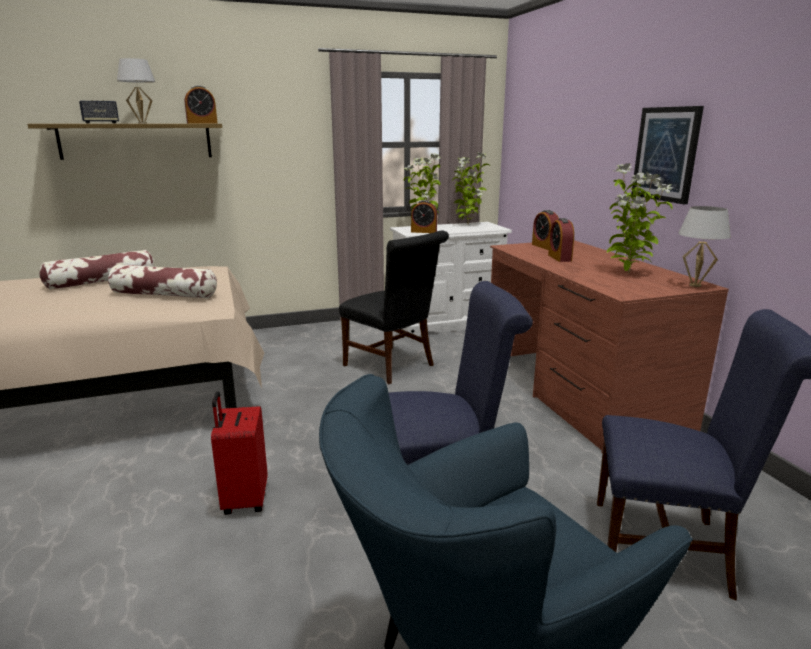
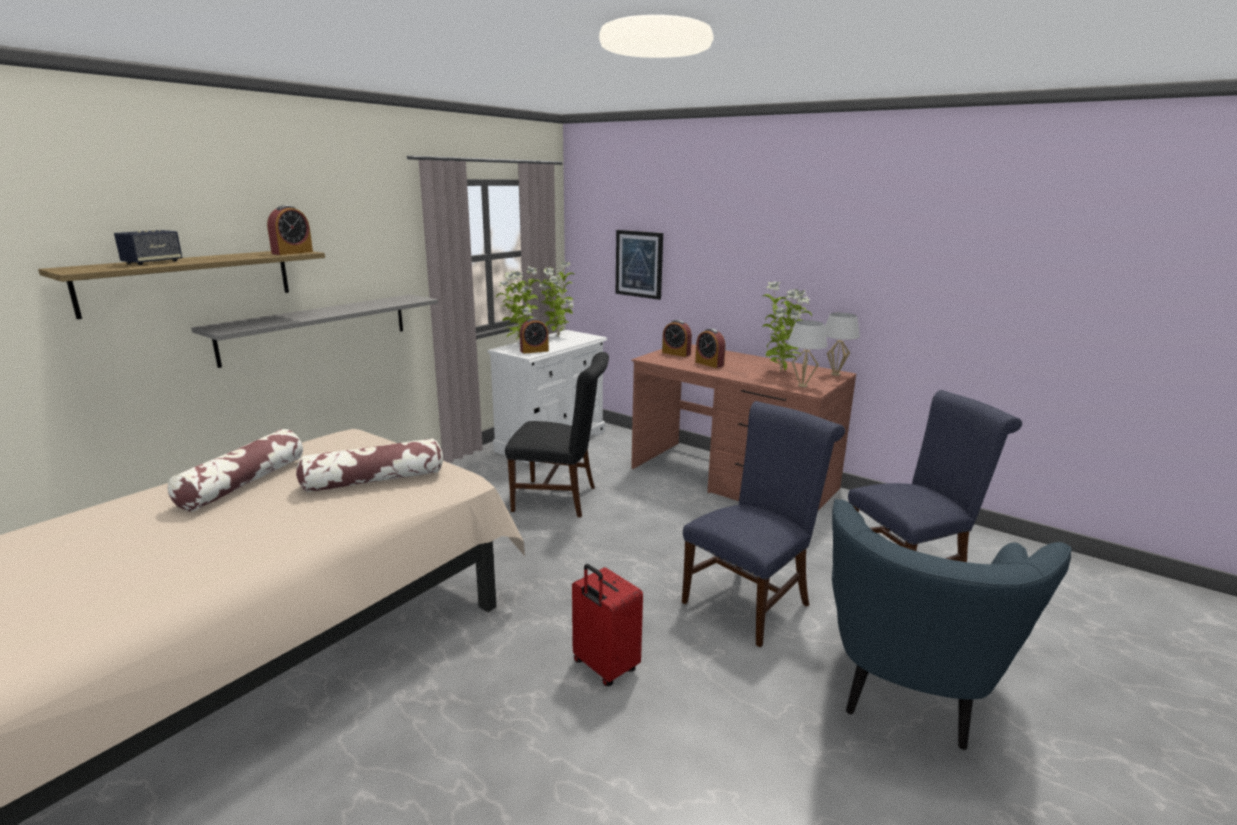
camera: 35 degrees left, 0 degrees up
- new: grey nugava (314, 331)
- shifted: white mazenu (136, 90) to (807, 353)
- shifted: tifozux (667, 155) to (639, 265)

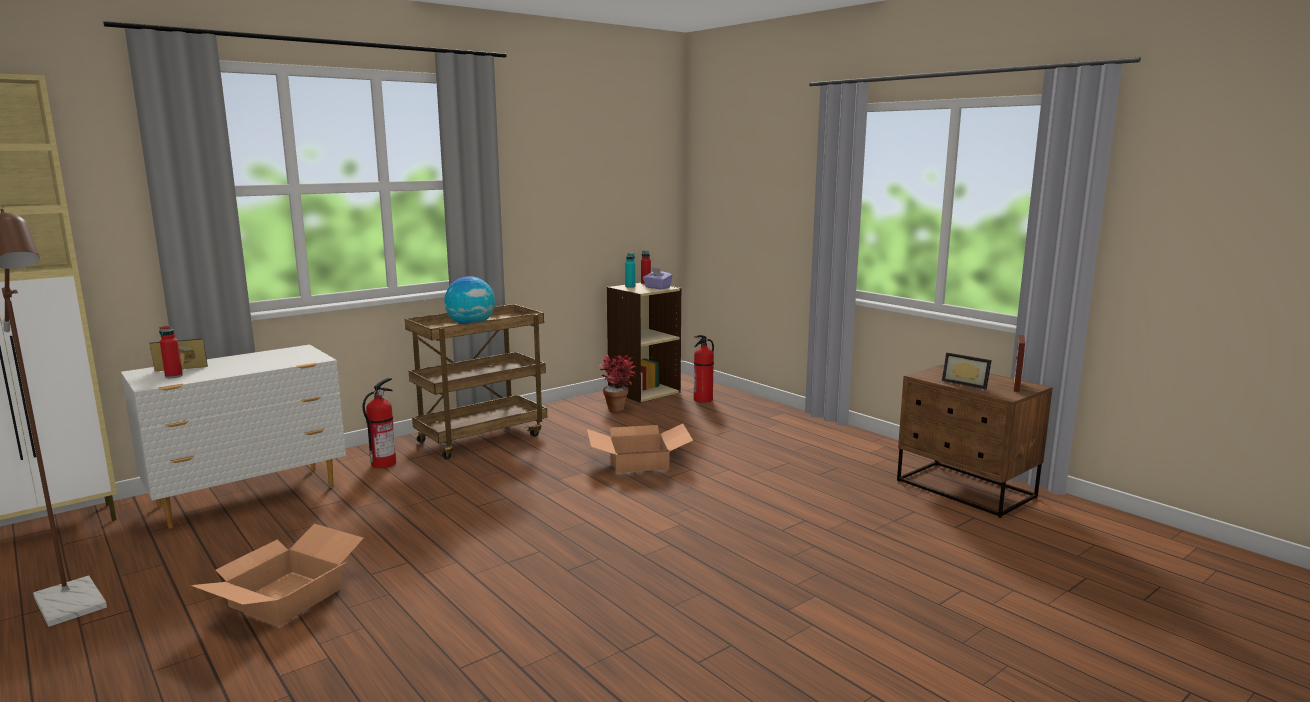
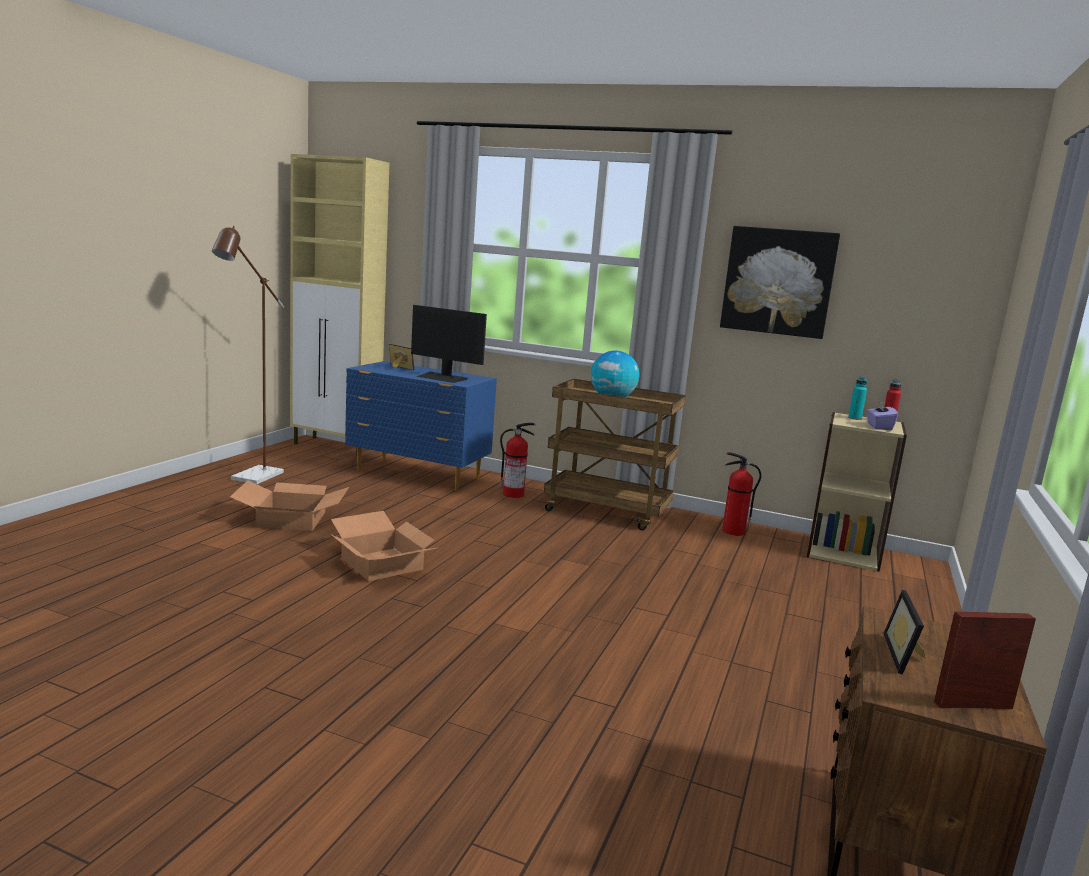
camera: 60 degrees right, 0 degrees up
- gone: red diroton (171, 352)
- gone: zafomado (617, 384)
- new: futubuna (449, 344)
- new: tifozux (780, 282)
- shifted: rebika (640, 448) to (383, 546)
- shifted: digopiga (704, 369) to (741, 494)
- repainted: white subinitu (233, 437) to blue subinitu (421, 426)

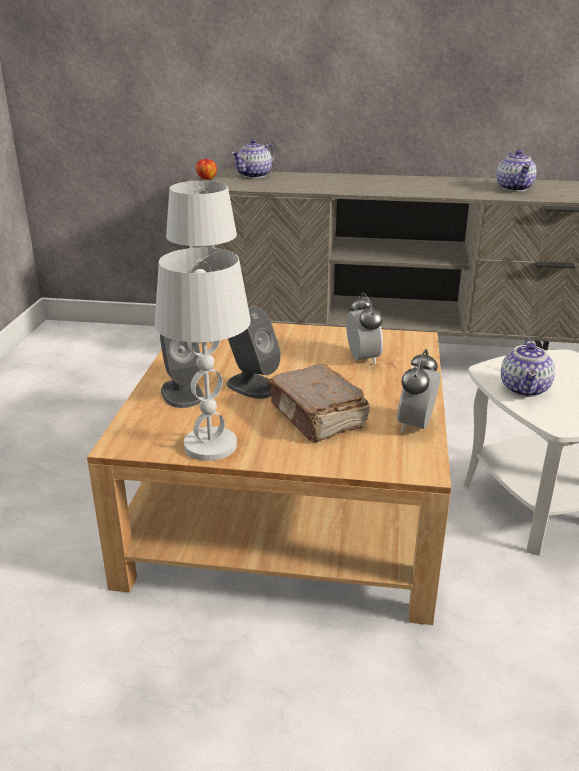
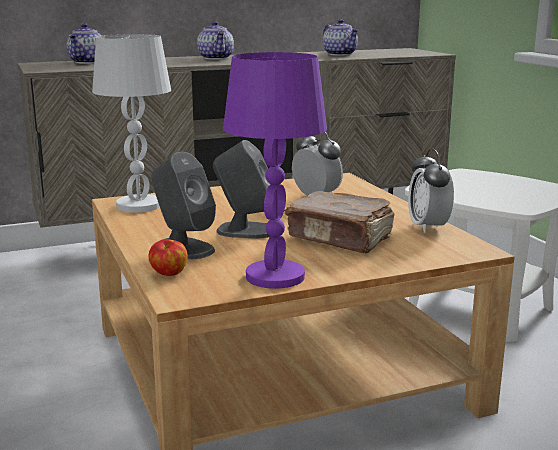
camera: 30 degrees left, 10 degrees down
- shifted: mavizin (206, 169) to (168, 257)
- shifted: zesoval (528, 367) to (215, 40)
- repainted: white mazenu (203, 354) to purple mazenu (275, 170)

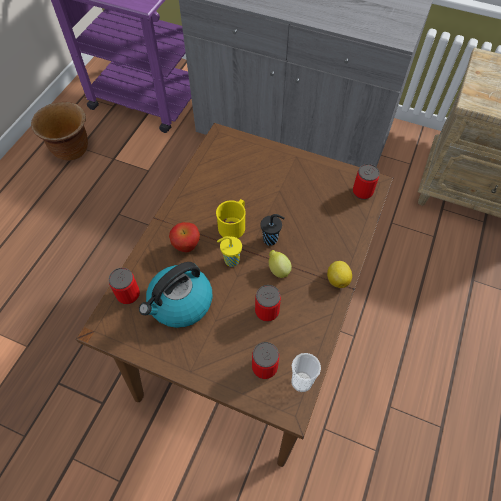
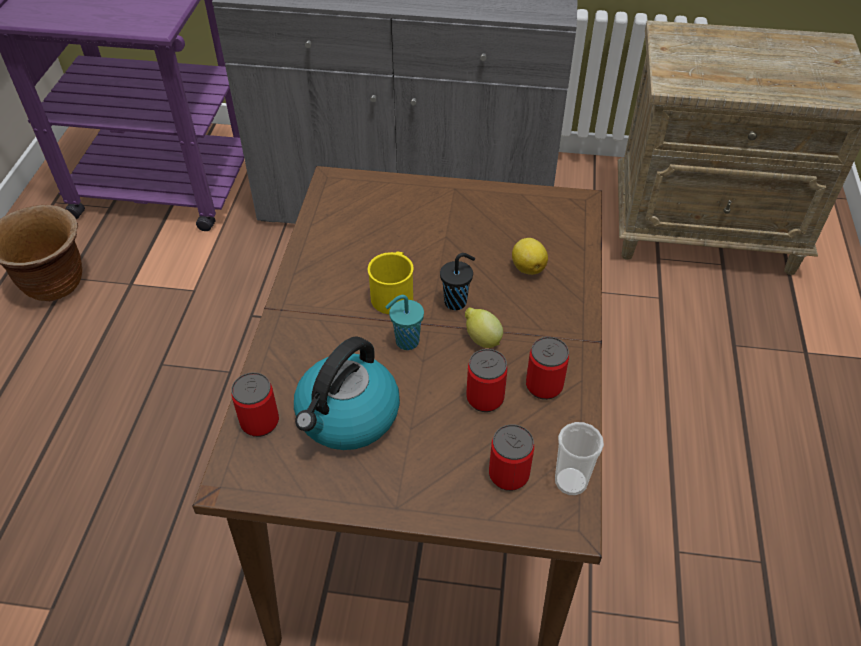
camera: 15 degrees left, 10 degrees down
- gone: mavizin (184, 237)
- shifted: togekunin (339, 274) to (530, 256)
- shifted: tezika (366, 182) to (547, 368)
- repainted: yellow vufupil (229, 251) to turquoise vufupil (405, 322)

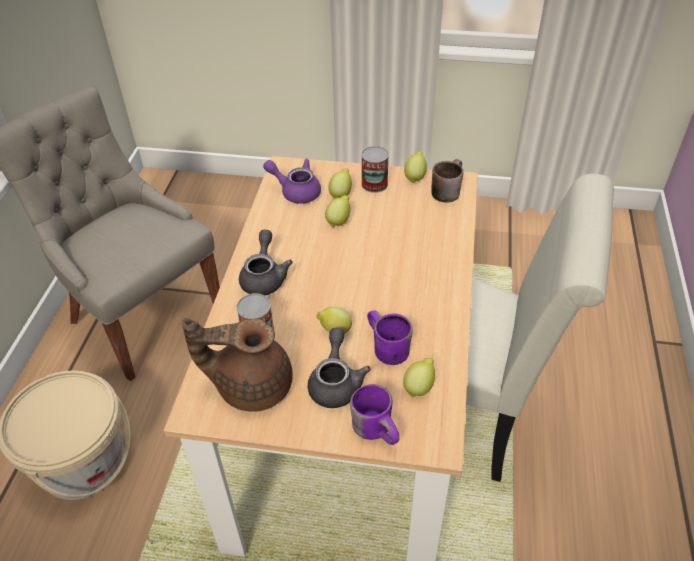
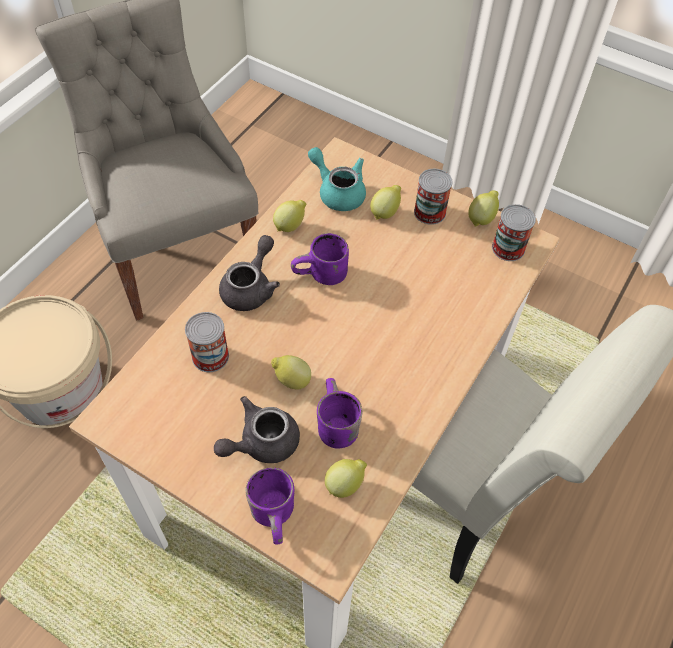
camera: 20 degrees right, 10 degrees up
- gone: brown zesoval (237, 365)
- new: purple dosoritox (320, 259)
- shifted: togekunin (337, 211) to (289, 216)
- swapped: brown dosoritox (447, 180) to tezika (514, 232)
- repainted: purple zesoval (292, 181) to turquoise zesoval (337, 179)
- rotated: grey zesoval (339, 368) = (257, 429) 150 degrees counterclockwise

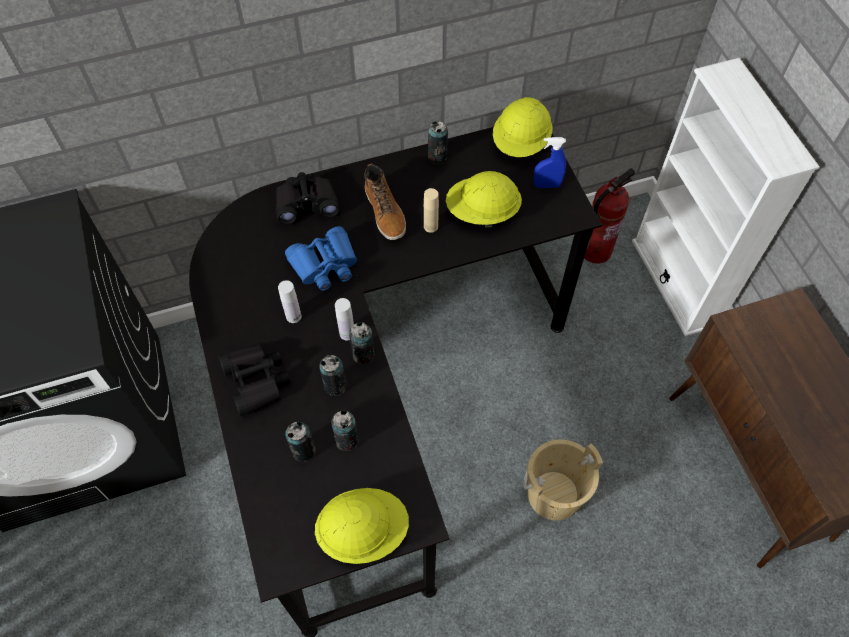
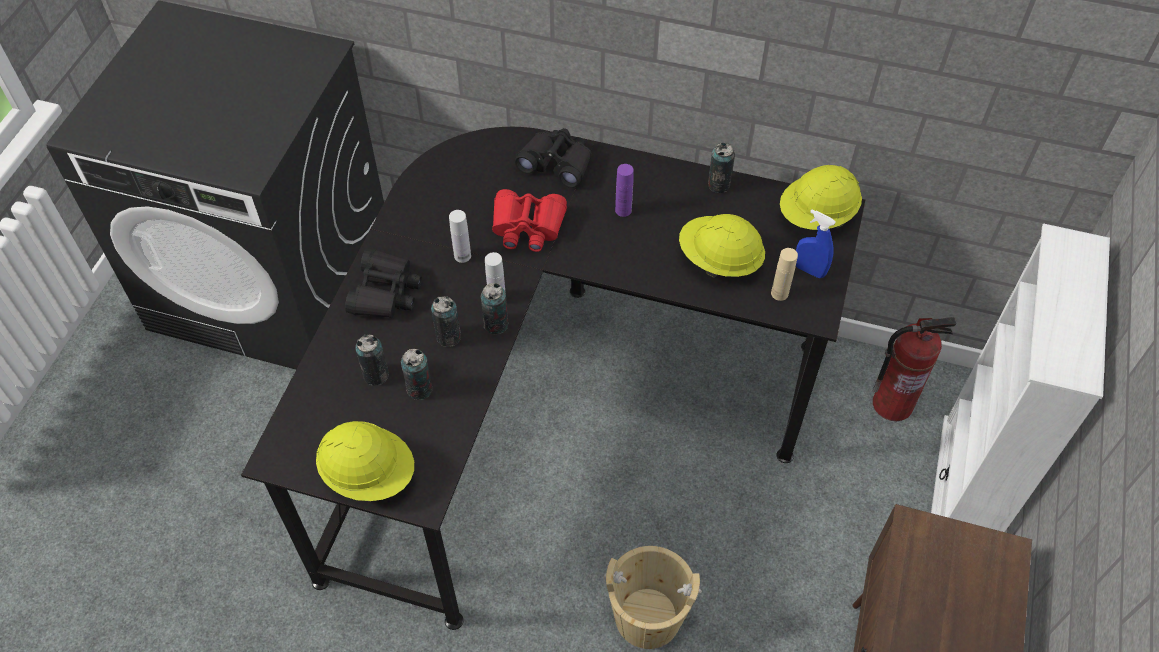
camera: 35 degrees right, 5 degrees down
- shifted: beige diroton (431, 210) to (784, 274)
- swapped: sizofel (385, 202) to purple diroton (624, 190)
- repainted: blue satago (321, 258) to red satago (529, 220)

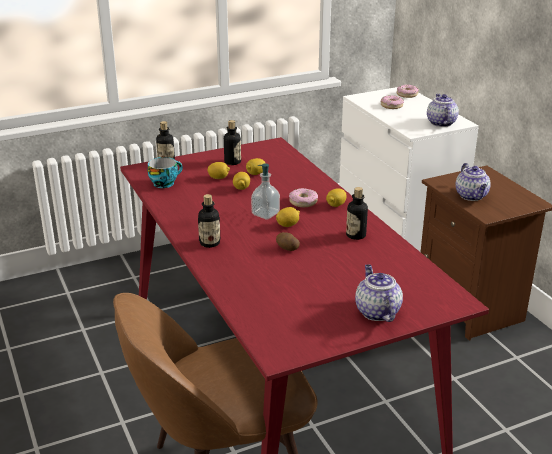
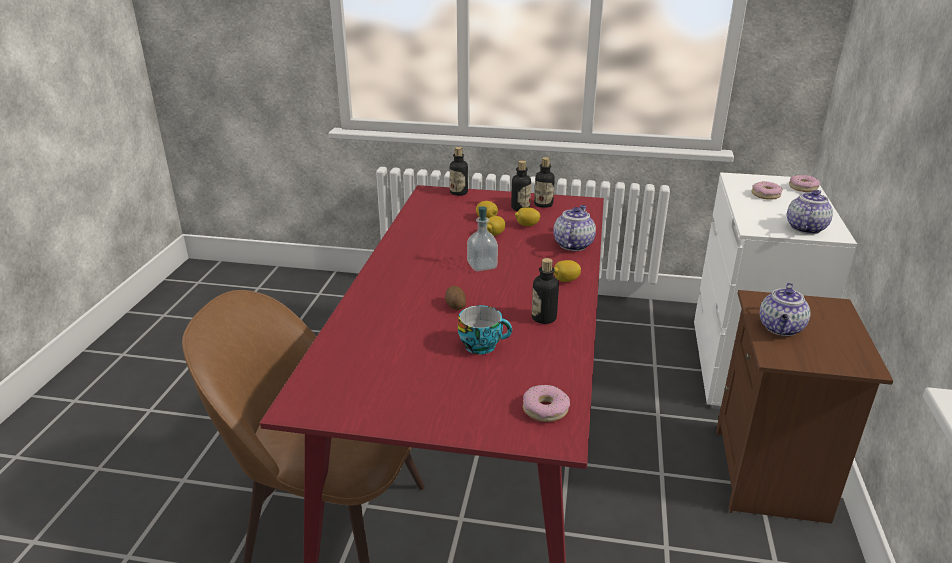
camera: 35 degrees right, 0 degrees up
- gone: togekunin (288, 217)
- shifted: vufupil (165, 172) to (485, 329)
- shifted: diroton (209, 221) to (544, 182)
- shifted: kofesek (303, 197) to (546, 403)
- shifted: zesoval (379, 293) to (574, 228)

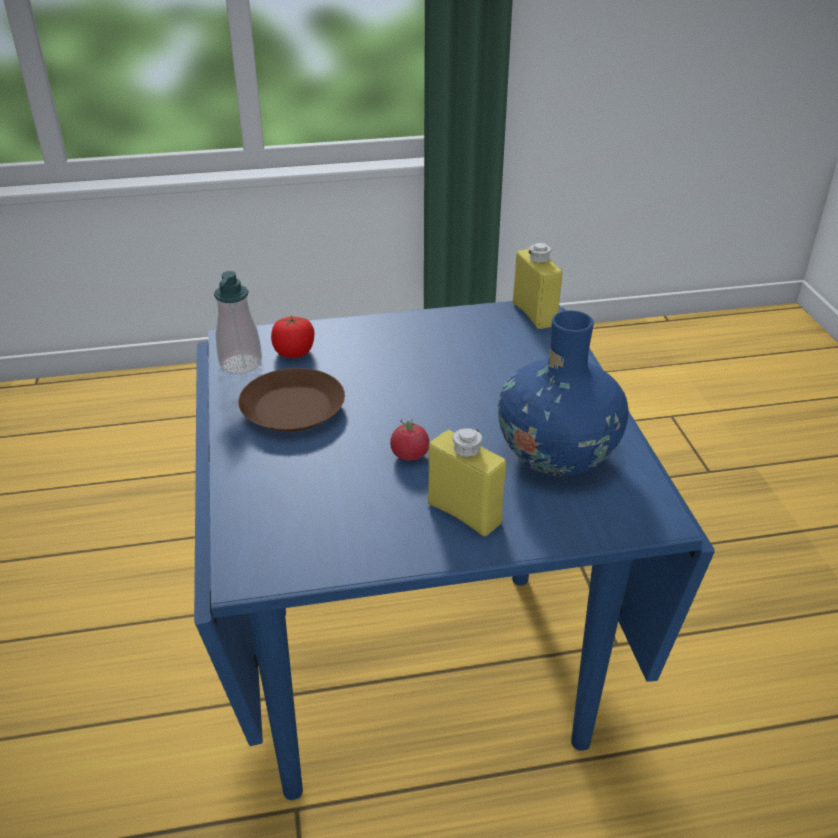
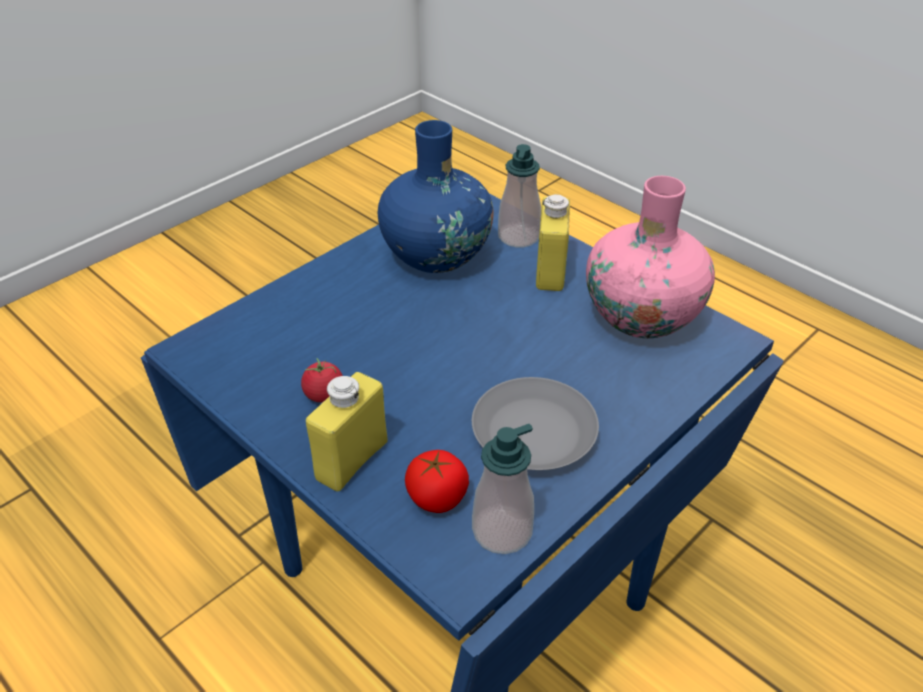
camera: 125 degrees left, 5 degrees up
- new: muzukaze (519, 195)
- new: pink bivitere (650, 257)
- shifted: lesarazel (409, 438) to (322, 380)
- shifted: yellow diroton (537, 286) to (346, 432)
- repainted: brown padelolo (291, 400) to grey padelolo (535, 423)

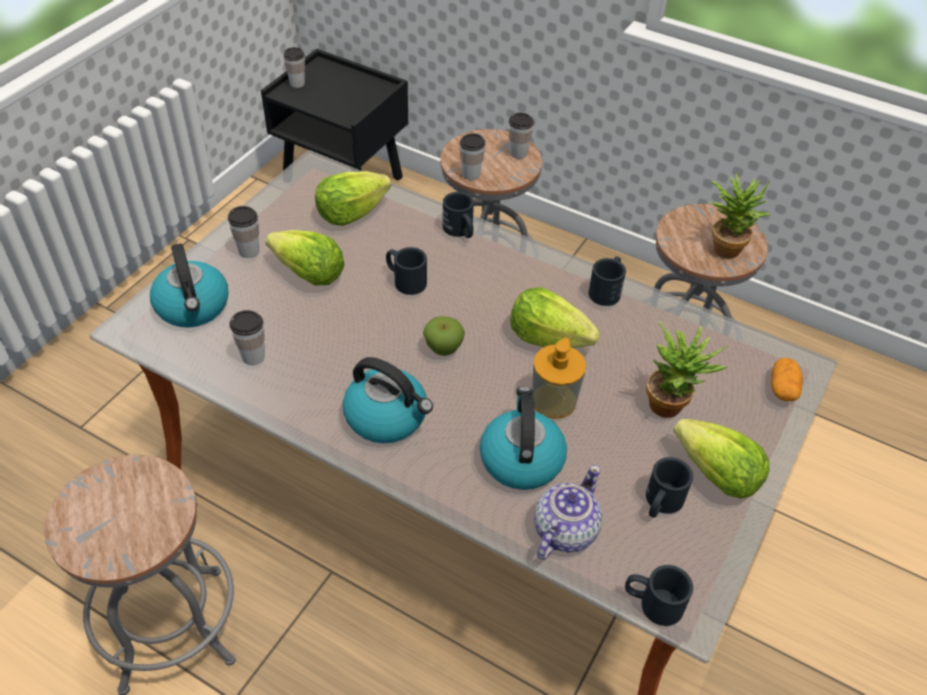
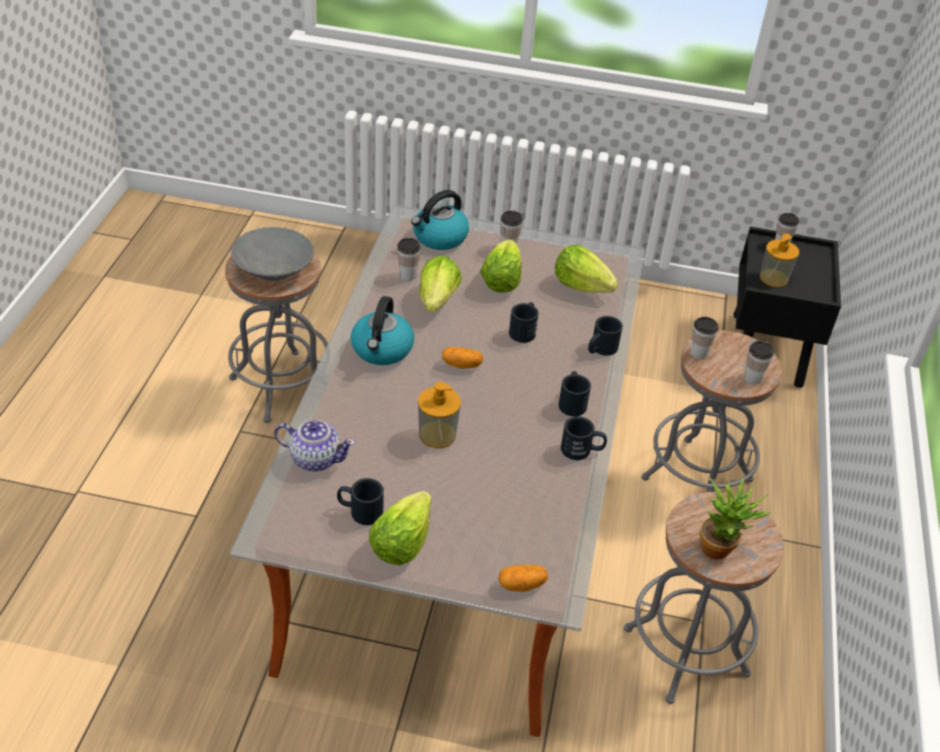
camera: 70 degrees right, 5 degrees down
- gone: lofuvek (523, 438)
- gone: zafomado (687, 369)
- new: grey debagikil (272, 254)
- new: muzukaze (779, 260)
- shifted: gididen (555, 317) to (440, 284)
- shifted: black dosoritox (659, 595) to (574, 393)
- swapped: mavizin (444, 336) to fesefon (462, 357)

